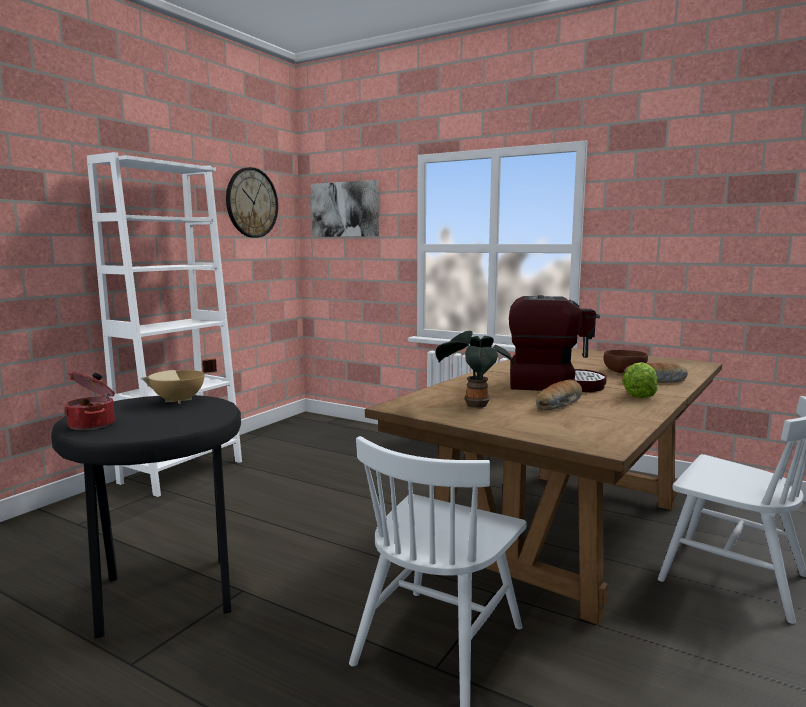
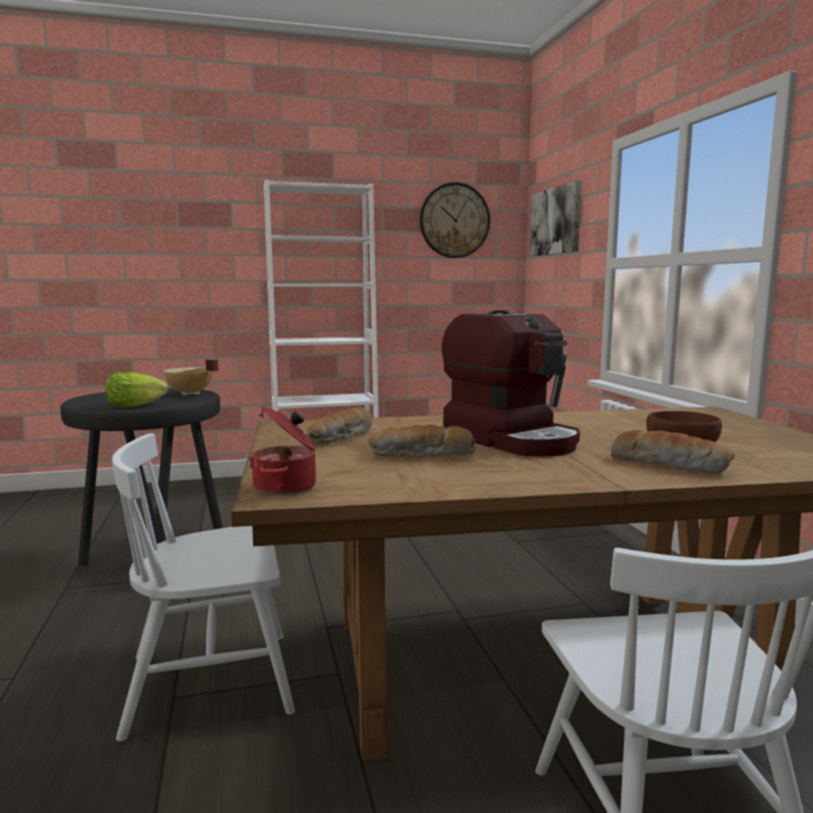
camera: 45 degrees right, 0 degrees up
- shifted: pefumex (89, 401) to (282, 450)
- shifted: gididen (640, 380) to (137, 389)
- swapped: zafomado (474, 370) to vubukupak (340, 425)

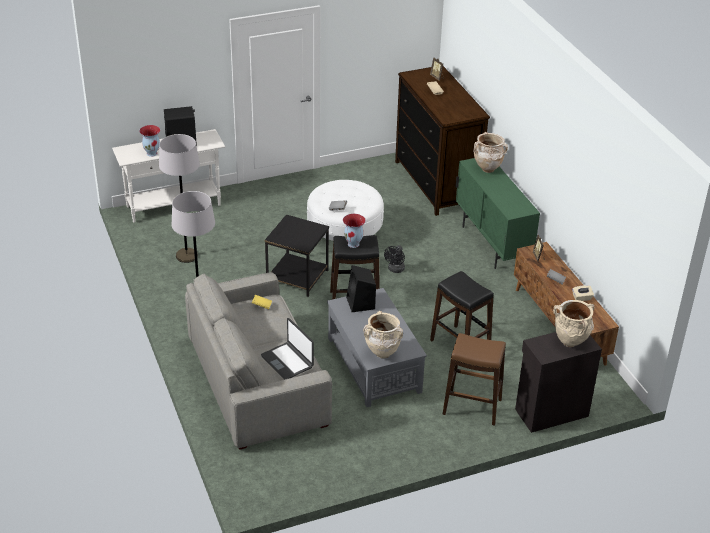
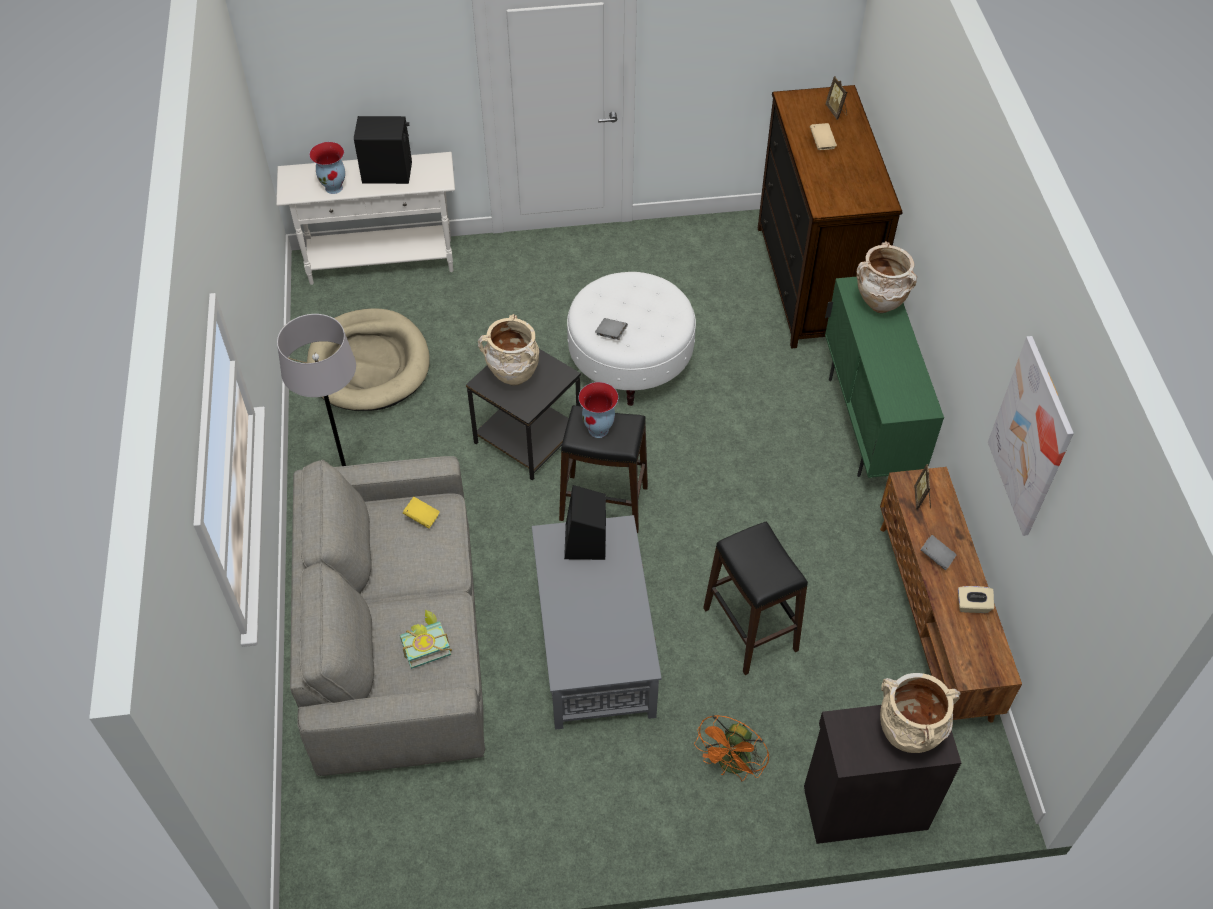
camera: 15 degrees right, 15 degrees up
- gone: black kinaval (394, 259)
- new: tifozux (1031, 436)
- shifted: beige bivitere (383, 335) to (508, 350)
- swapped: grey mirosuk (179, 198) to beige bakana (368, 359)
- swapped: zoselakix (287, 349) to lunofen (426, 639)
- swapped: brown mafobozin (474, 379) to orange kinaval (731, 748)

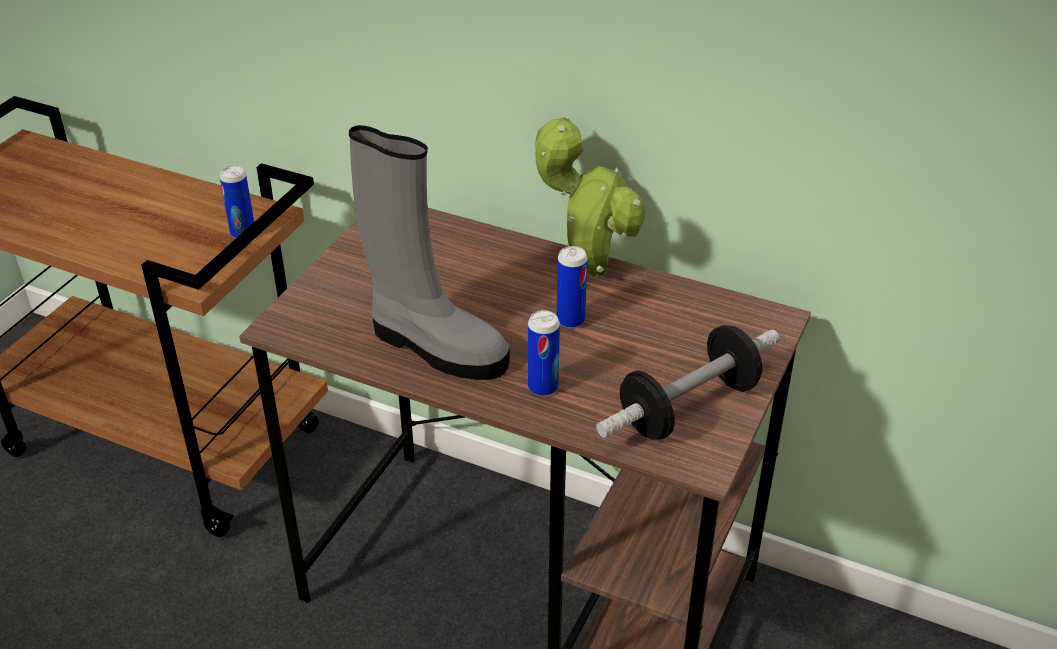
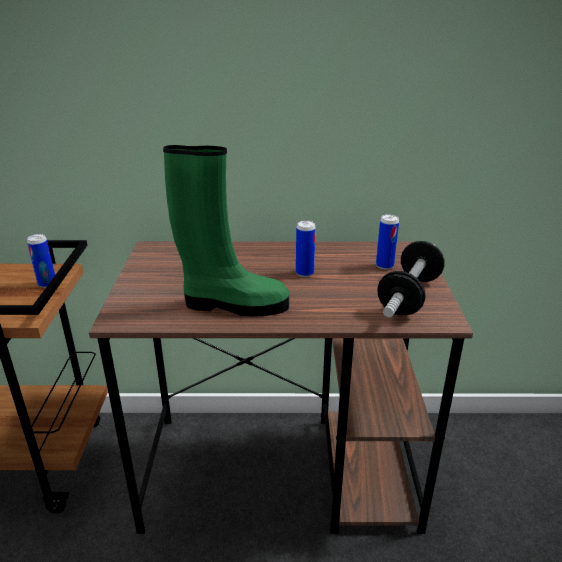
camera: 25 degrees left, 10 degrees down
- gone: zafomado (589, 198)
- shifted: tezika (544, 353) to (387, 242)
- repainted: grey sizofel (429, 252) to green sizofel (226, 231)

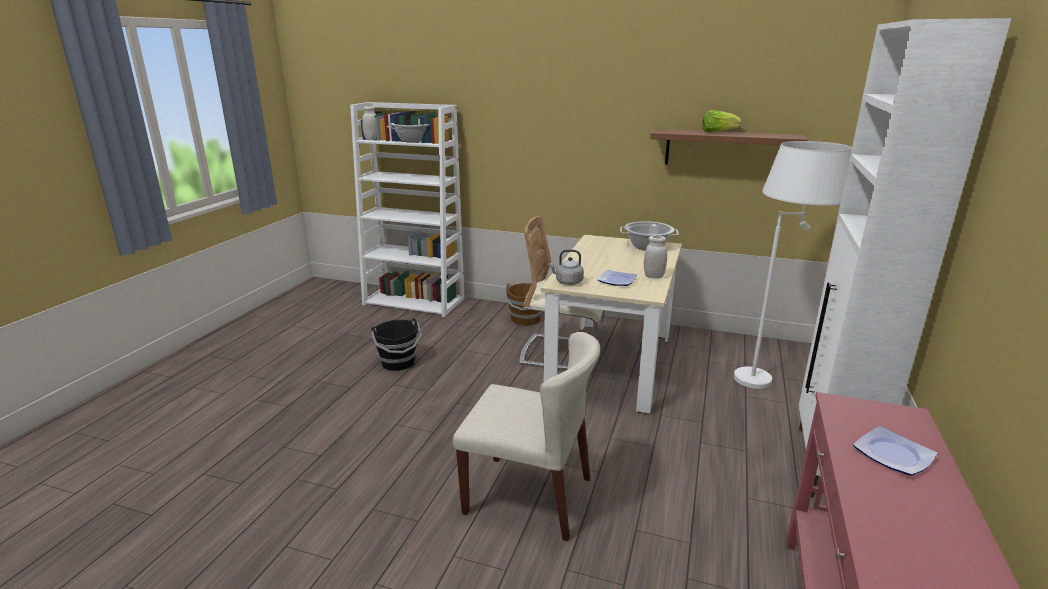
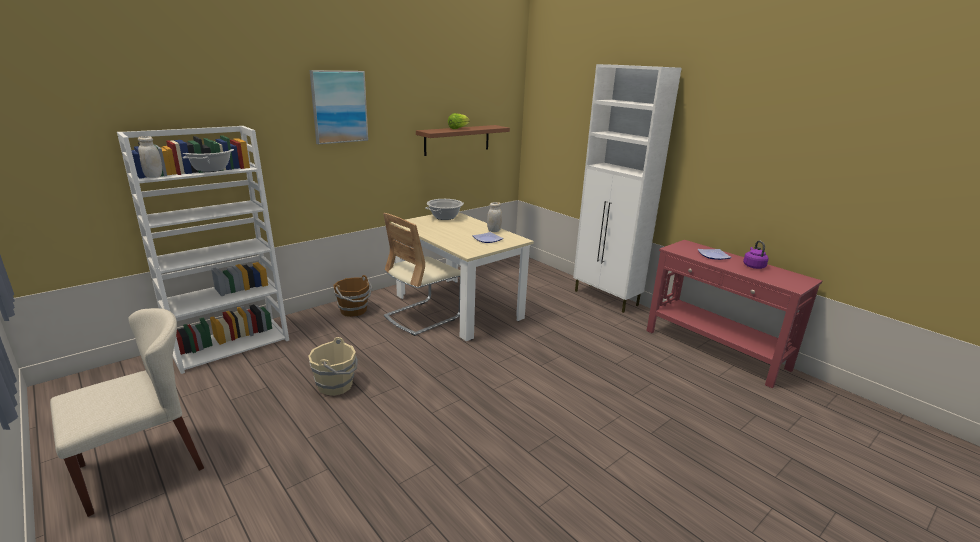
camera: 60 degrees left, 0 degrees up
- gone: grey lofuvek (566, 267)
- gone: white mirosuk (793, 265)
- new: tifozux (339, 107)
- new: purple lofuvek (755, 254)
- shifted: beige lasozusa (526, 436) to (127, 412)
- repainted: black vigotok (396, 344) to beige vigotok (333, 366)

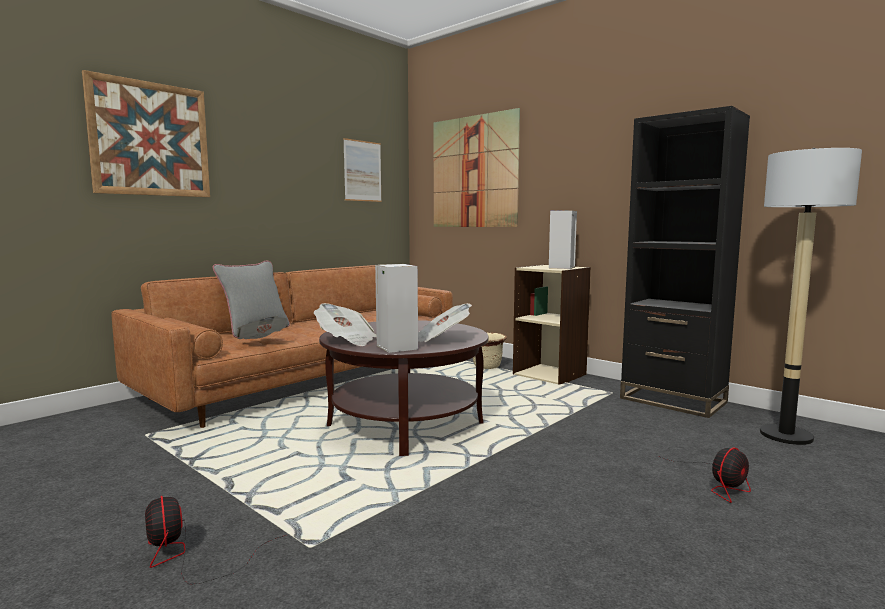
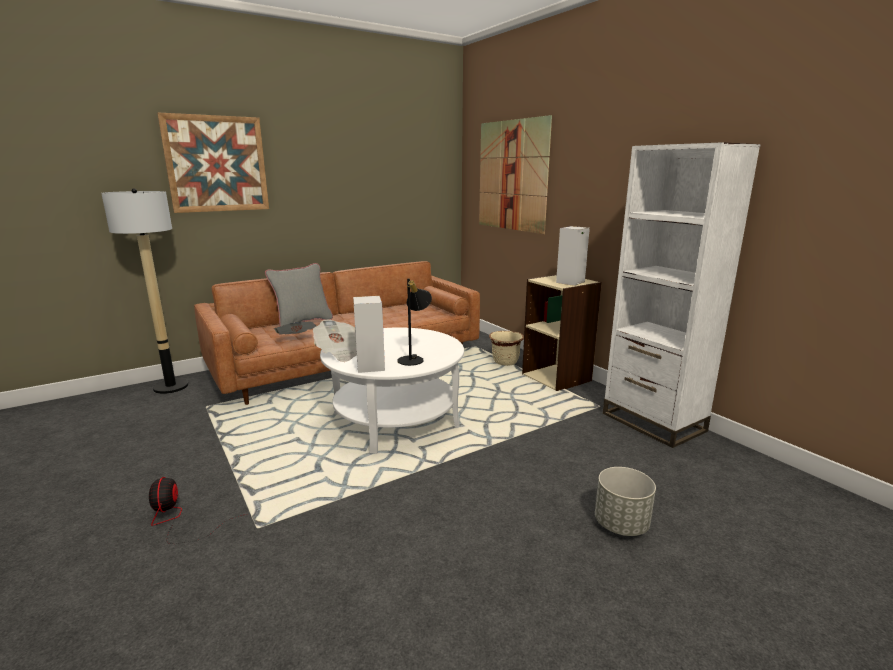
camera: 15 degrees right, 10 degrees up
- gone: tifozux (362, 170)
- shifted: mirosuk (811, 296) to (145, 291)
- swapped: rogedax (445, 322) to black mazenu (414, 322)
- swapped: kinaval (706, 475) to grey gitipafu (625, 501)
- repainted: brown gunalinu (404, 388) to white gunalinu (392, 390)
- repainted: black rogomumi (685, 262) to white rogomumi (682, 295)

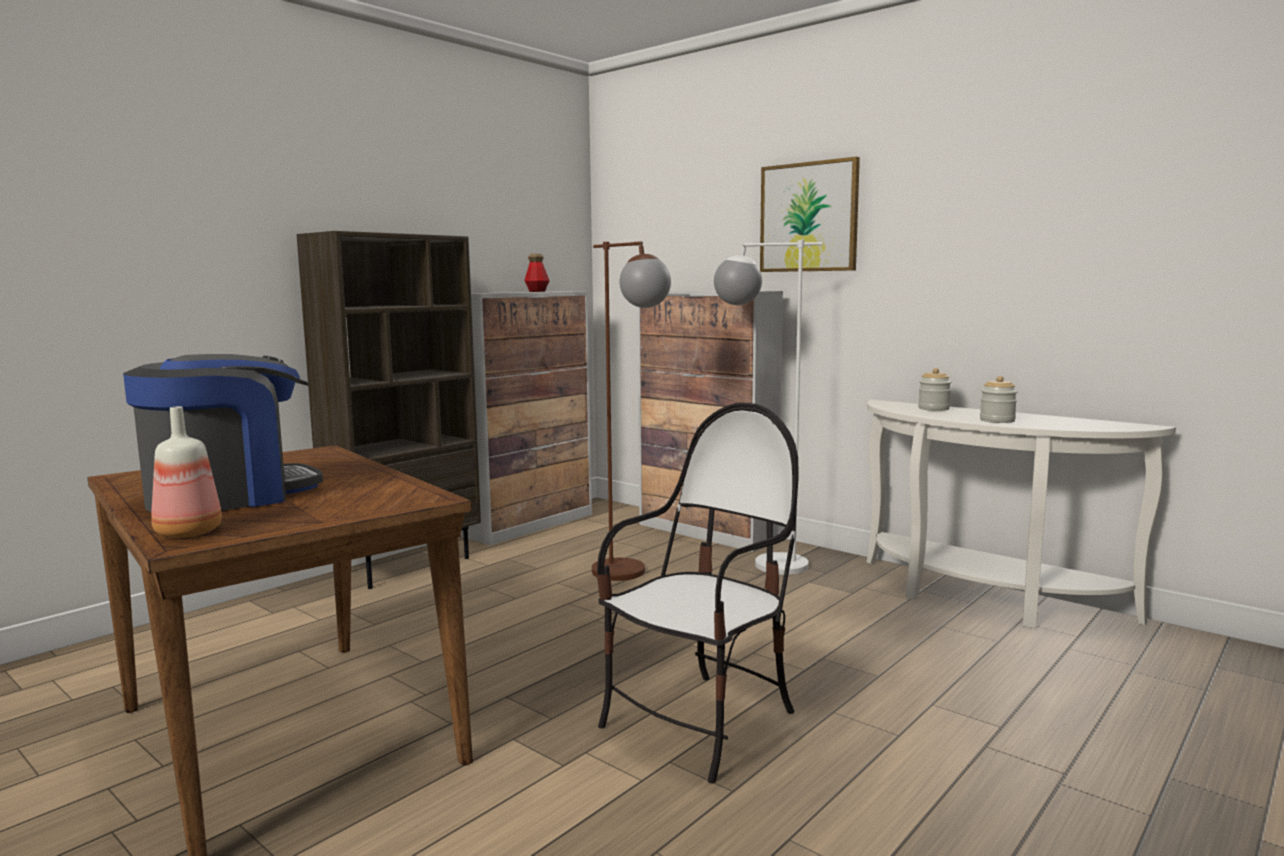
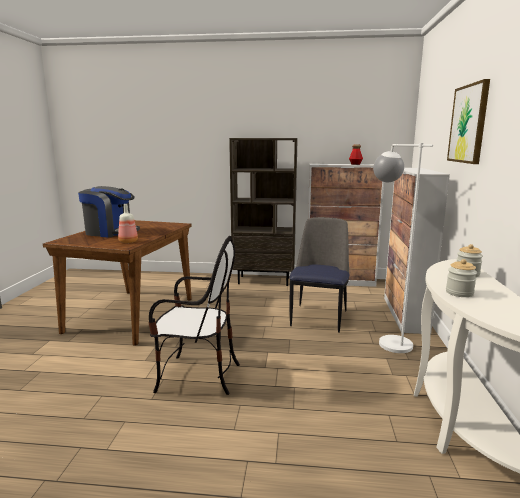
camera: 55 degrees right, 5 degrees up
- shifted: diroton (186, 472) to (128, 223)
- swapped: brown mirosuk (631, 411) to lasozusa (319, 275)

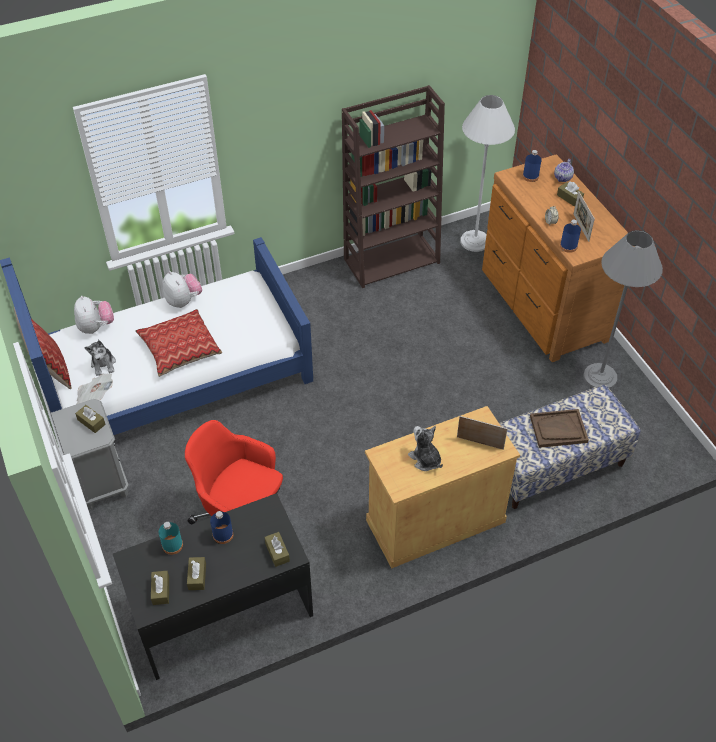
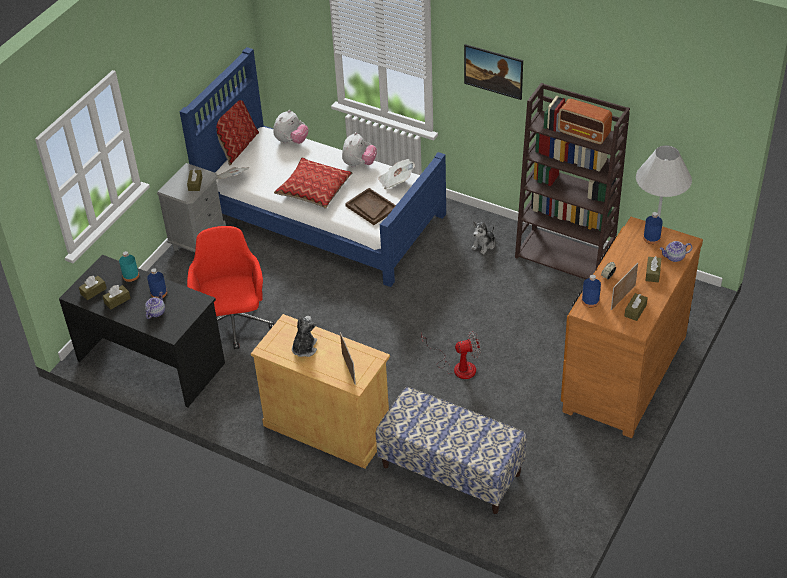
camera: 55 degrees right, 5 degrees down
- gone: grey mirosuk (623, 309)
- new: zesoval (155, 305)
- new: rogedax (396, 174)
- new: kinaval (451, 355)
- new: tifozux (493, 72)
- new: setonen (585, 121)
- shifted: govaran (100, 357) to (483, 238)
- shifted: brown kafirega (277, 549) to (636, 307)
- shifted: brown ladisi (559, 428) to (370, 206)

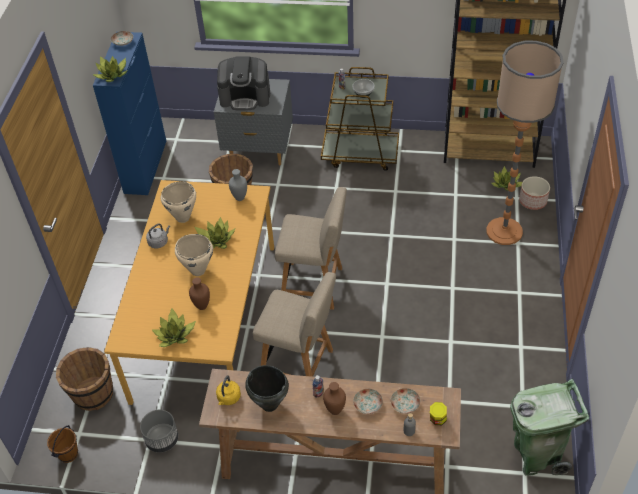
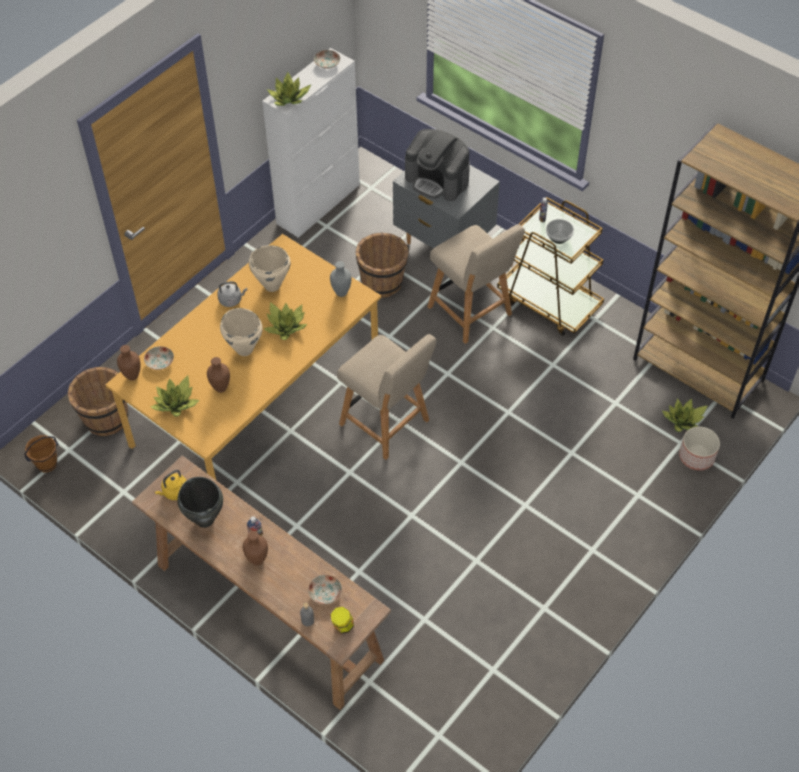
camera: 30 degrees right, 5 degrees up
- gone: grey gitipafu (159, 431)
- gone: mirosuk (525, 143)
- gone: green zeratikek (549, 427)
- new: brown bivitere (129, 363)
- shifted: beige lasozusa (294, 324) to (476, 284)
- shifted: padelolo (368, 401) to (159, 358)
- repainted: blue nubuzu (129, 113) to white nubuzu (311, 143)

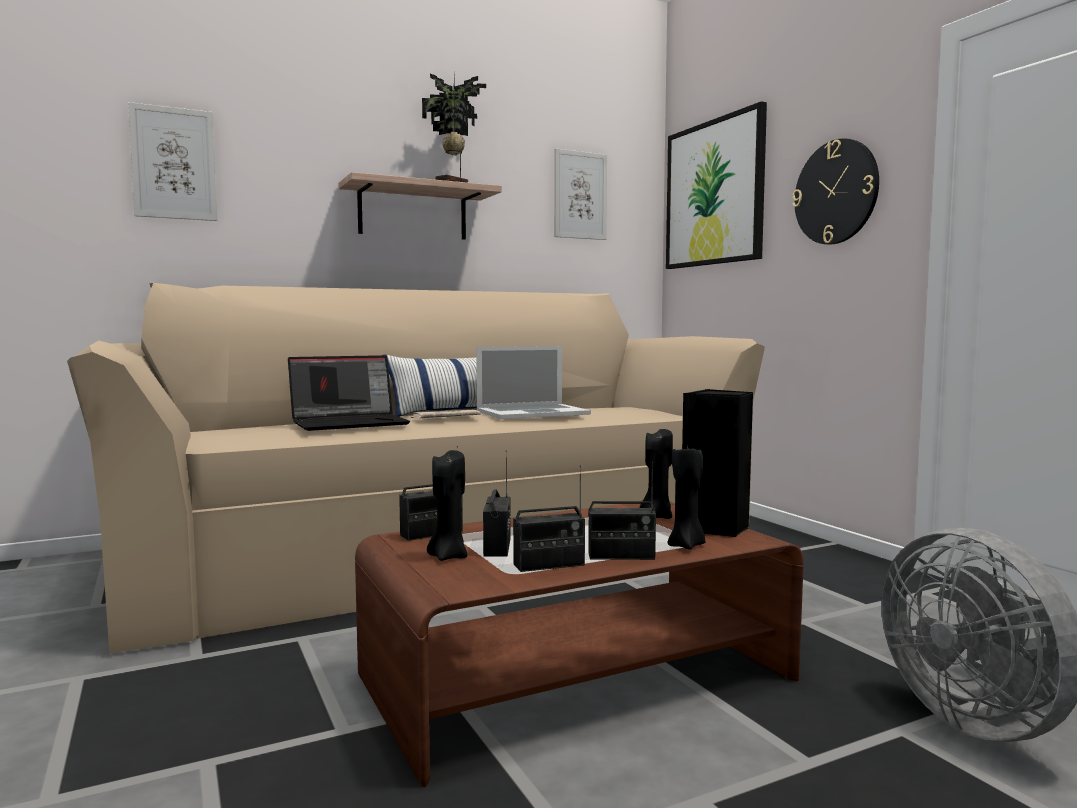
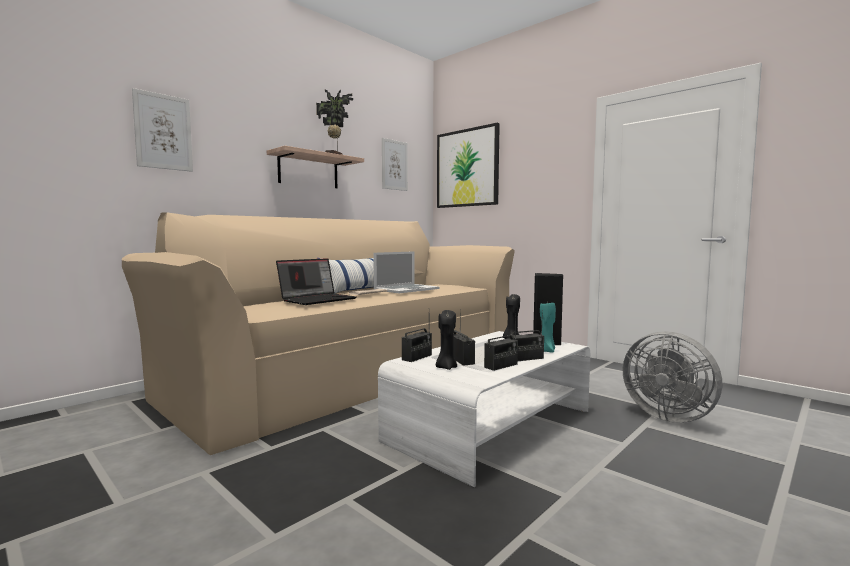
camera: 20 degrees left, 0 degrees up
- gone: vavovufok (835, 191)
- repainted: brown gunalinu (579, 644) to white gunalinu (484, 409)
- repainted: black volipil (687, 498) to turquoise volipil (548, 328)

